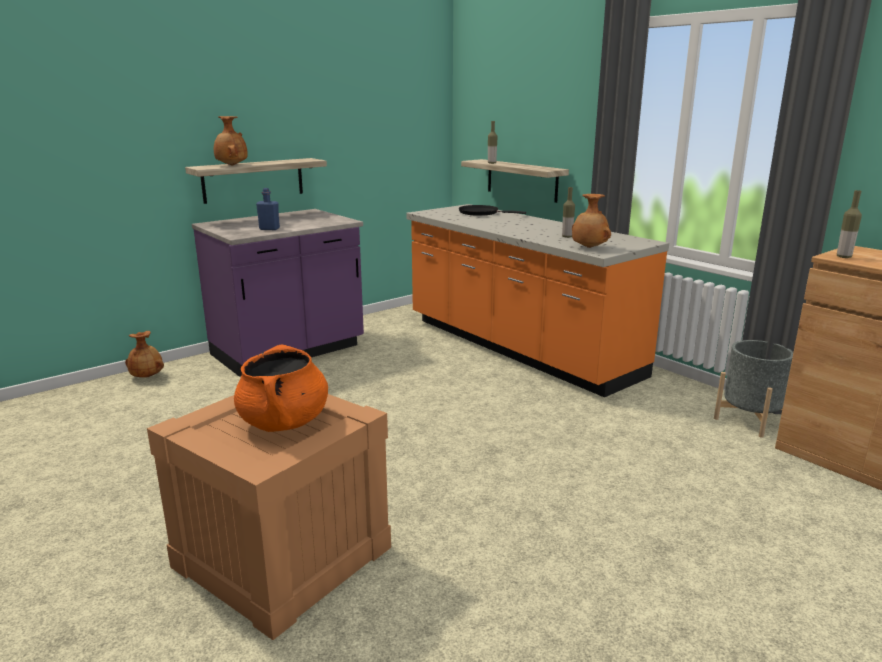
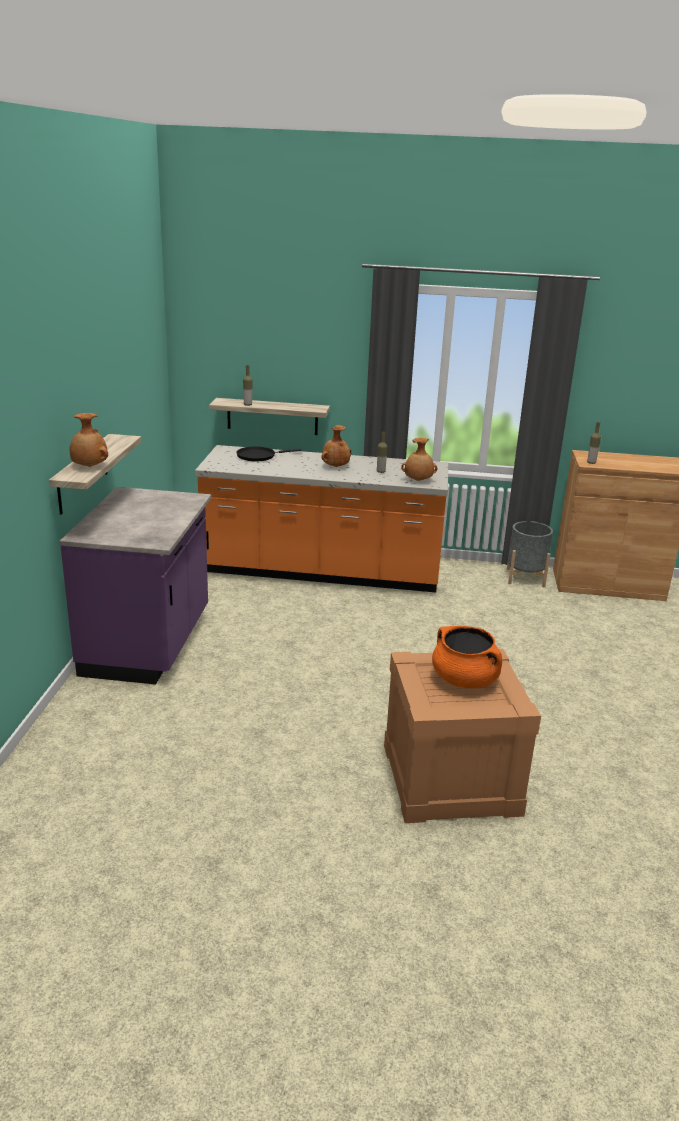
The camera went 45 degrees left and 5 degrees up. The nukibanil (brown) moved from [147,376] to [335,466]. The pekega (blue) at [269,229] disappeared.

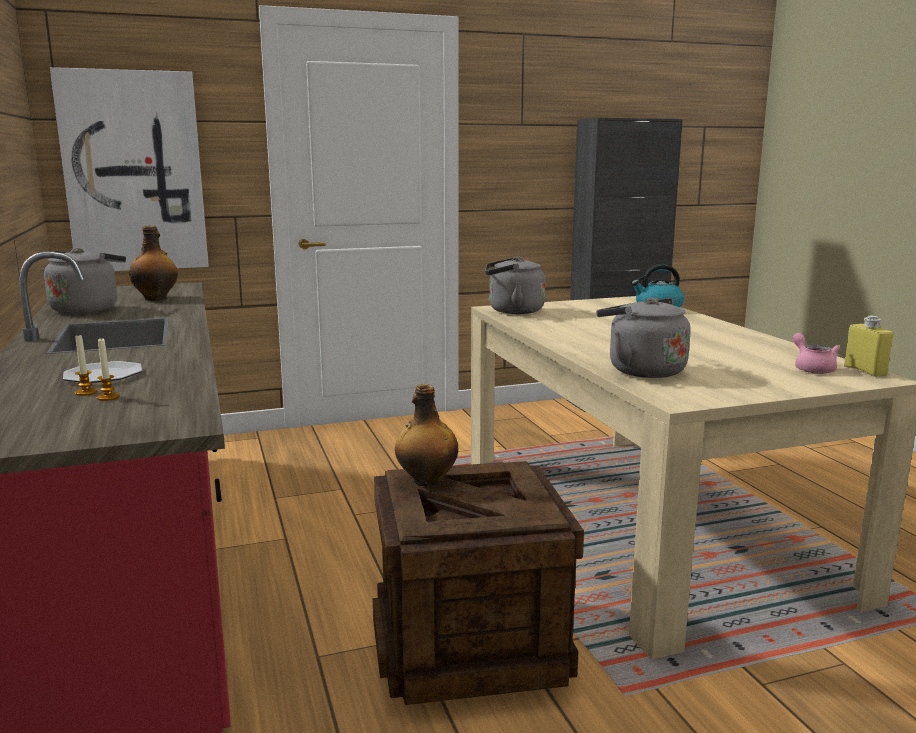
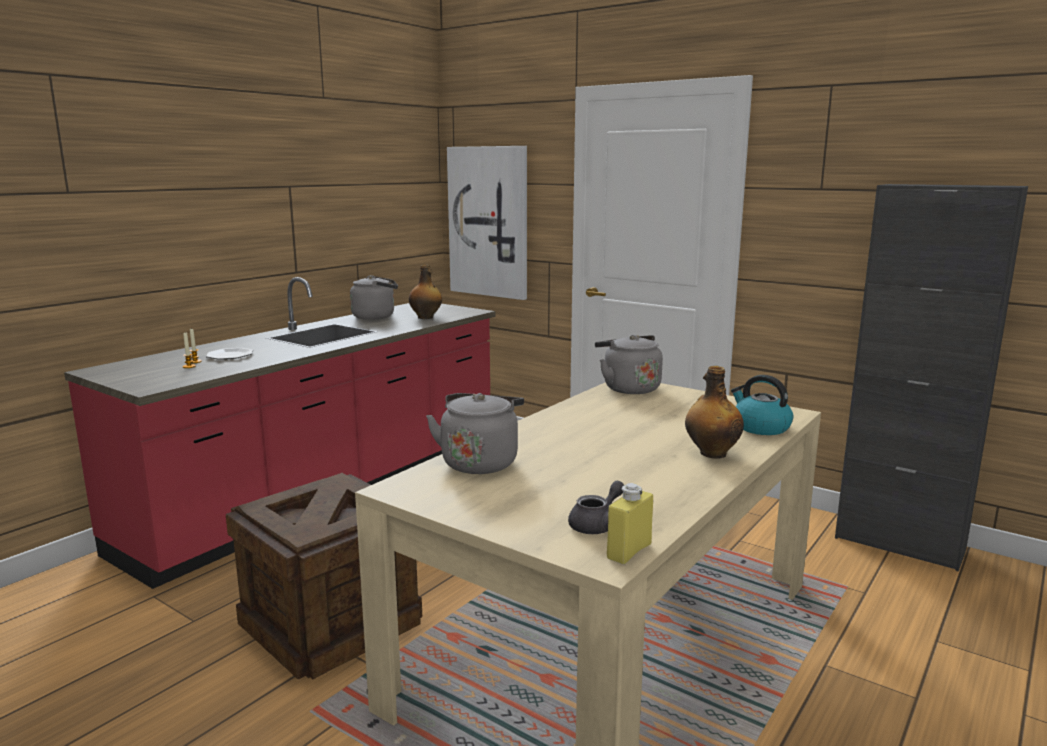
The camera went 55 degrees right and 0 degrees up. The pekega moved from [426,481] to [712,453]. The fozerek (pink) at [812,368] became the fozerek (grey) at [598,525].

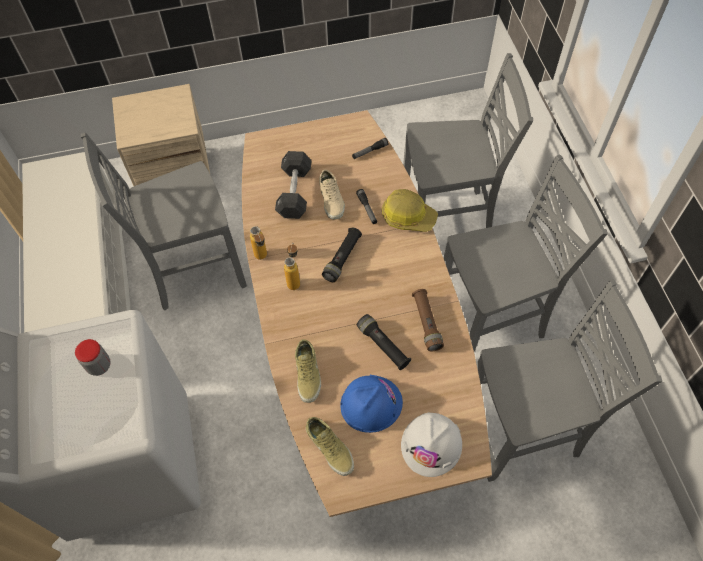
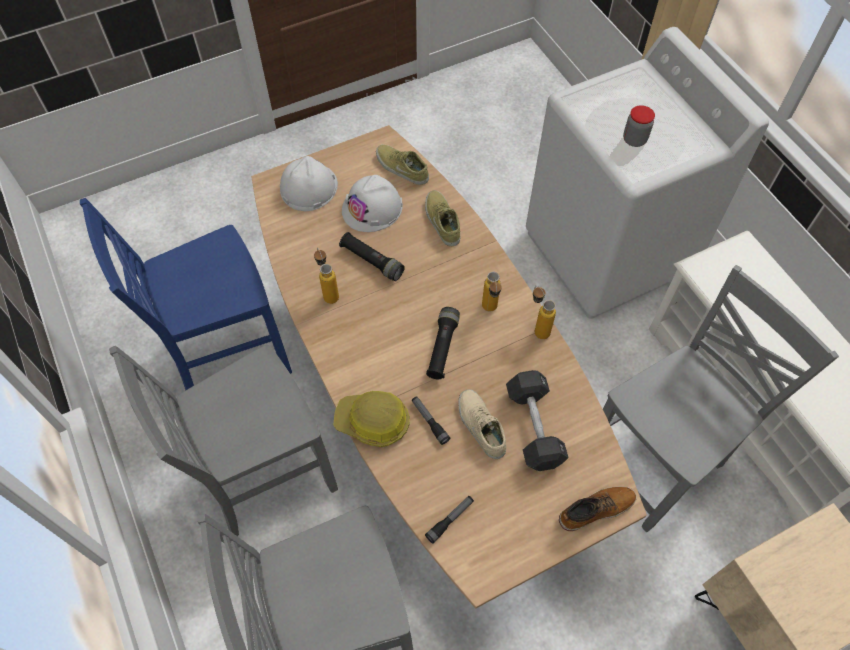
The camera went 165 degrees right and 0 degrees up. The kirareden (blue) at [371,403] became the kirareden (white) at [372,208]. The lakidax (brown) at [426,323] was replaced by the pekega at [329,293]. The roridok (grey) at [523,432] became the roridok (blue) at [225,356]. The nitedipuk at [595,509] appeared.

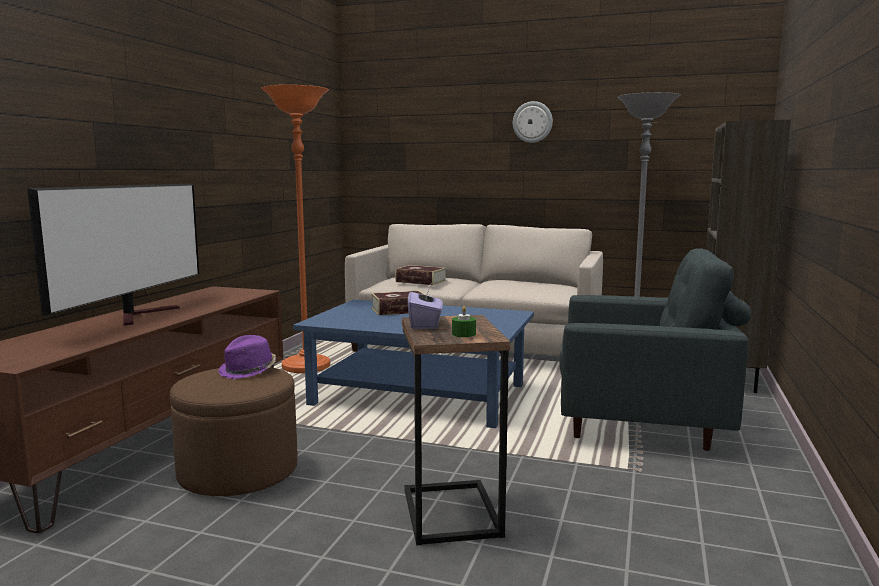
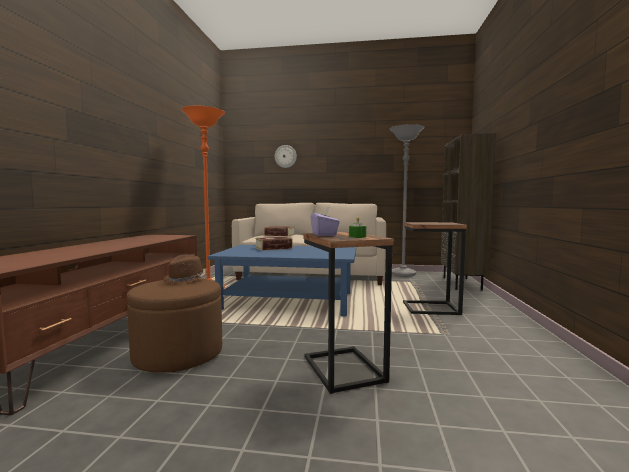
The camera went 10 degrees left and 5 degrees down. The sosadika at [141,315] disappeared. The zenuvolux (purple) at [249,371] became the zenuvolux (brown) at [186,280]. The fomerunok moved from [532,122] to [285,156]. The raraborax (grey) at [641,423] was replaced by the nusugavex at [431,308].

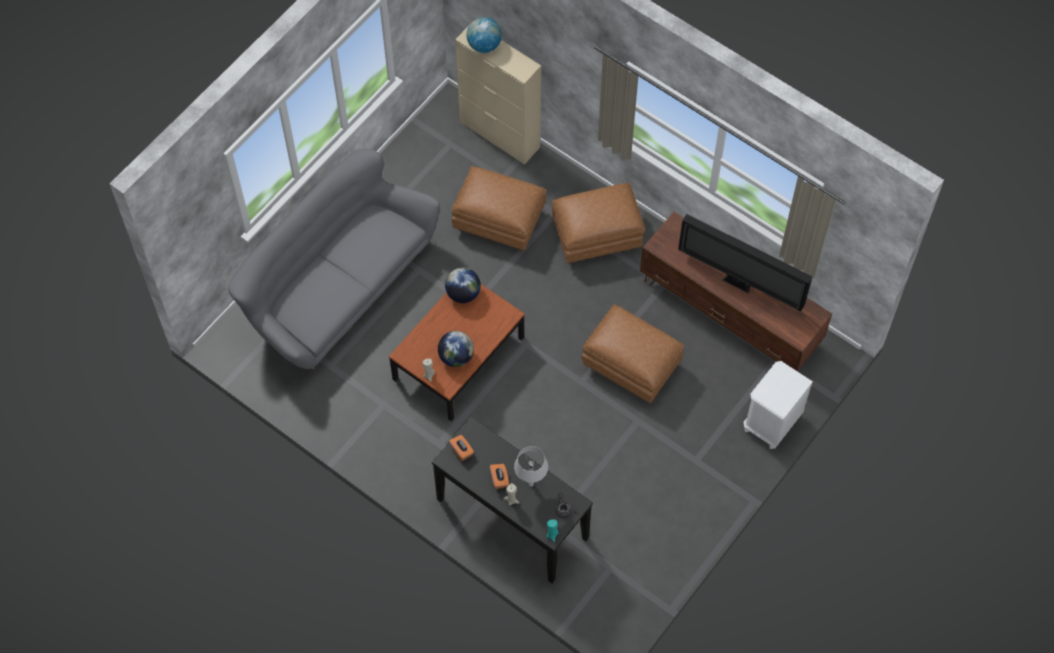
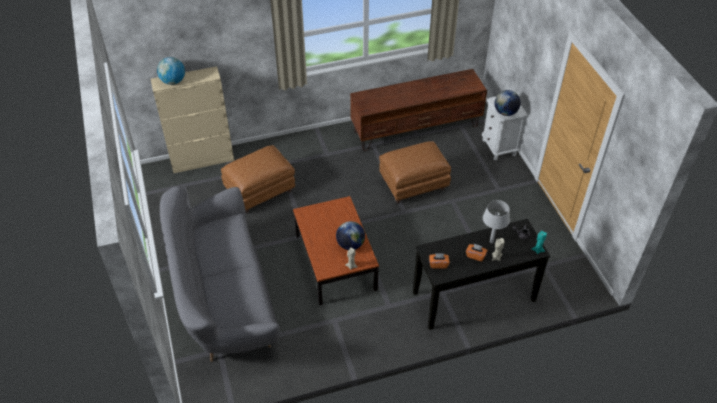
The camera went 55 degrees left and 15 degrees down. The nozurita moved from [463,293] to [505,112]. The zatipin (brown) at [597,236] disappeared. The sosadika at [739,284] disappeared.

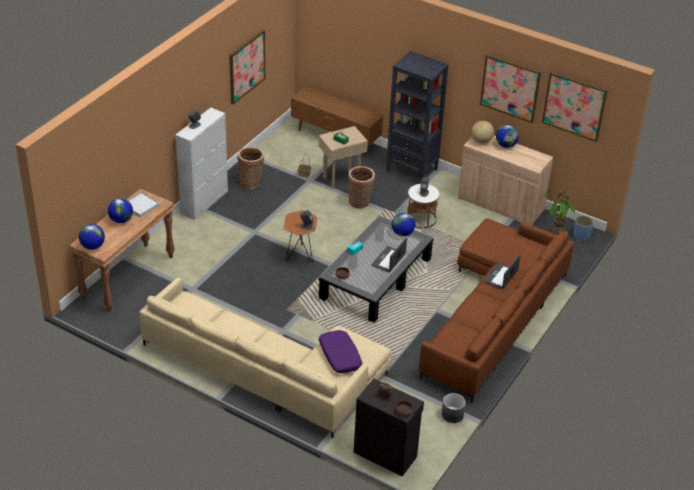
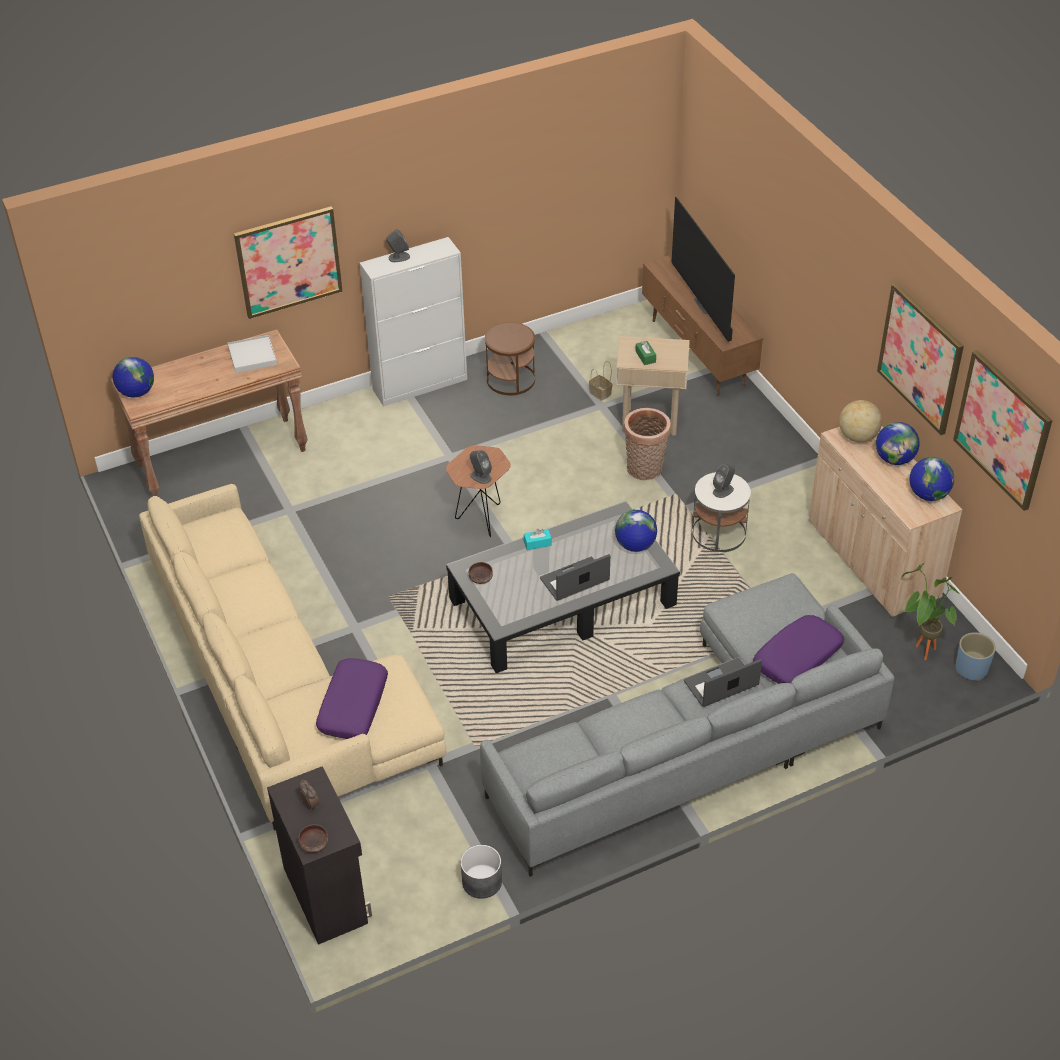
The camera went 35 degrees right and 5 degrees up. The nozurita moved from [121,220] to [928,494]. The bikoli moved from [246,66] to [288,262]. The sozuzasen at [251,183] was replaced by the nusugavex (brown) at [511,379]. The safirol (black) at [412,171] disappeared. The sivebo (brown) at [493,313] became the sivebo (grey) at [697,741]. The sosadika at [707,305] appeared. The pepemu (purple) at [798,658] appeared.

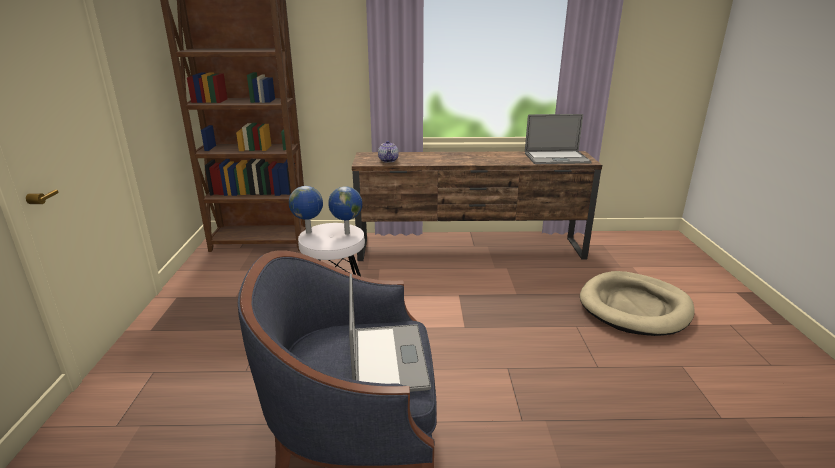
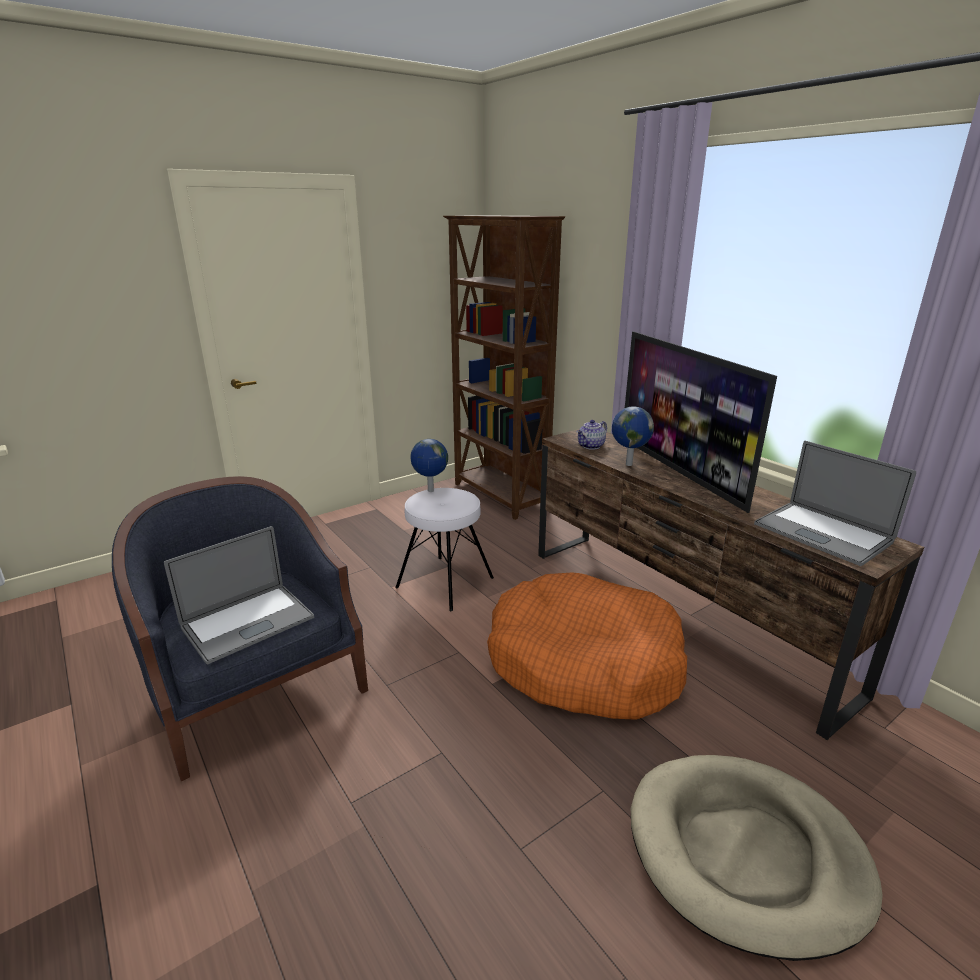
The camera went 55 degrees right and 0 degrees up. The nozurita moved from [346,233] to [628,464]. The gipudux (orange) at [583,662] appeared. The sosadika at [680,471] appeared.

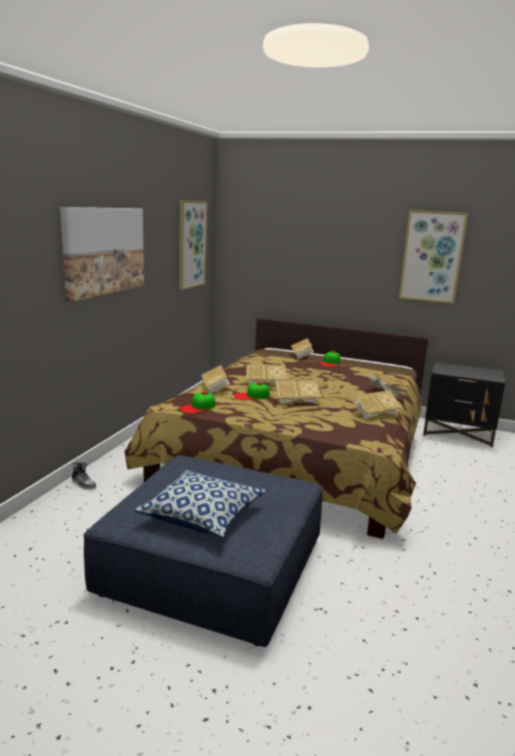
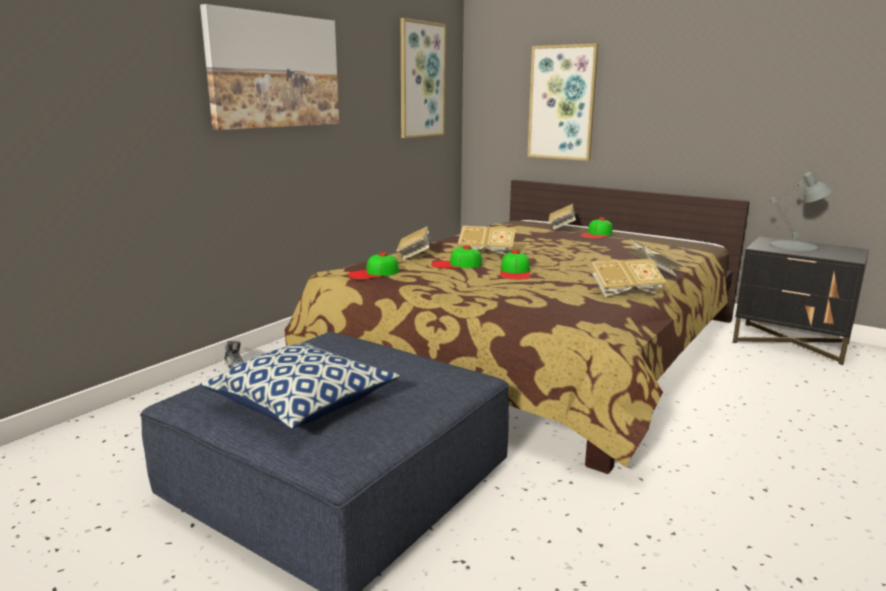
The camera went 15 degrees right and 0 degrees up. The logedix at [296,401] was replaced by the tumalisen at [515,272]. The bikoli moved from [432,257] to [562,103]. The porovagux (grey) at [794,246] appeared.

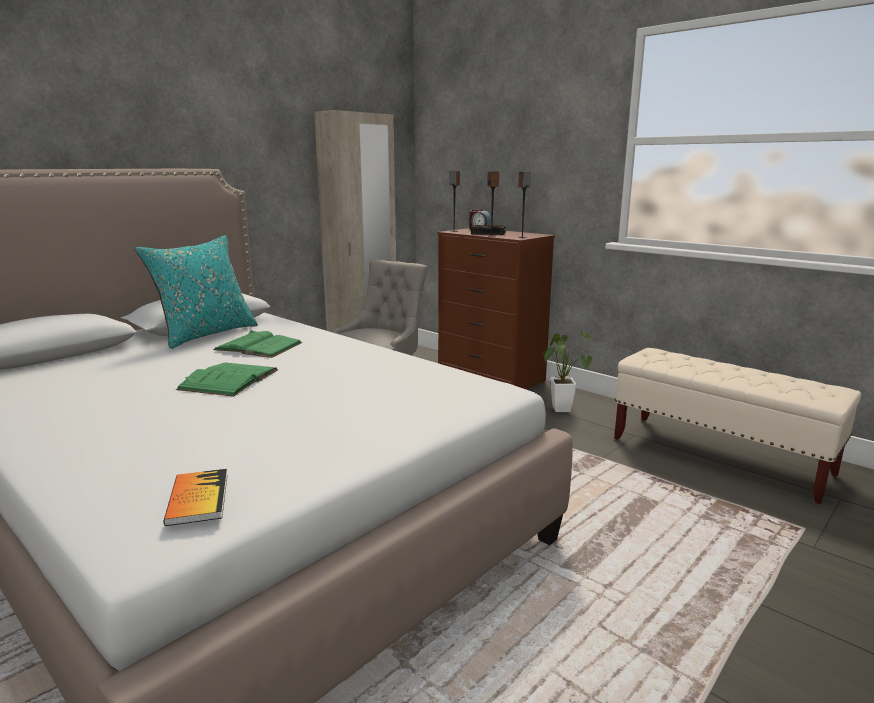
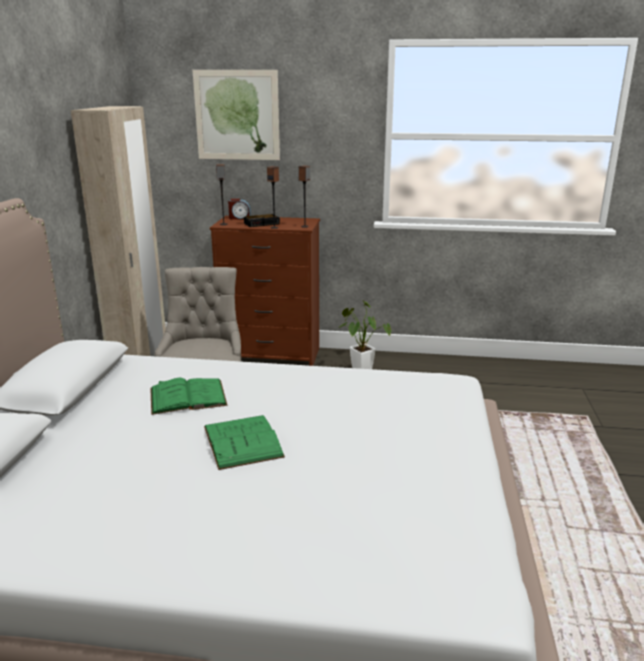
The camera went 35 degrees left and 5 degrees up. The pepemu (turquoise) at [205,334] disappeared. The logedix at [198,498] disappeared. The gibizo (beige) at [719,456] disappeared. The bikoli at [237,115] appeared.

